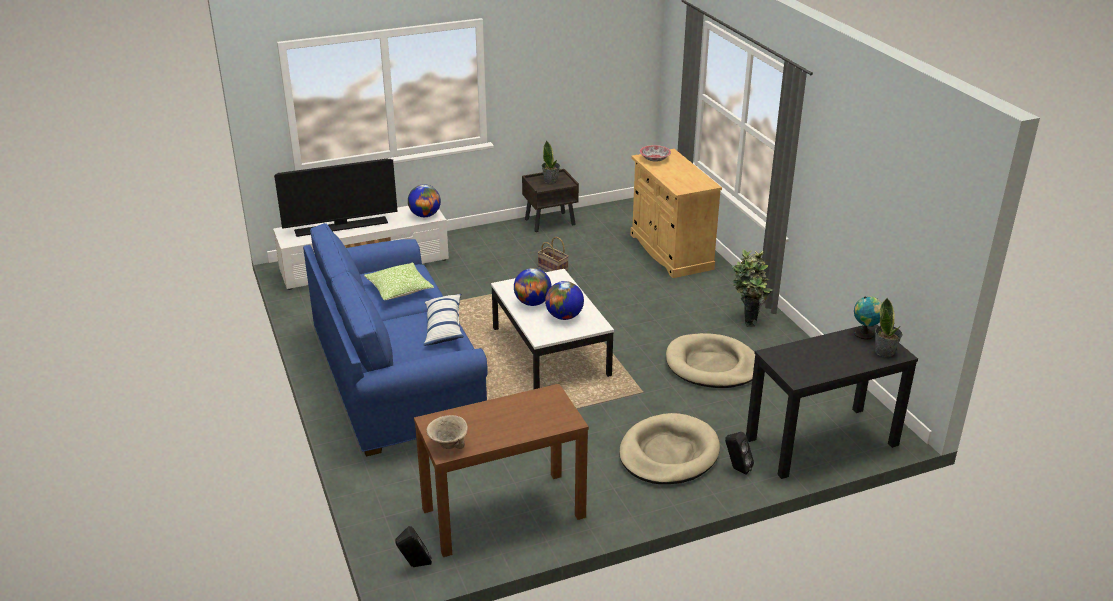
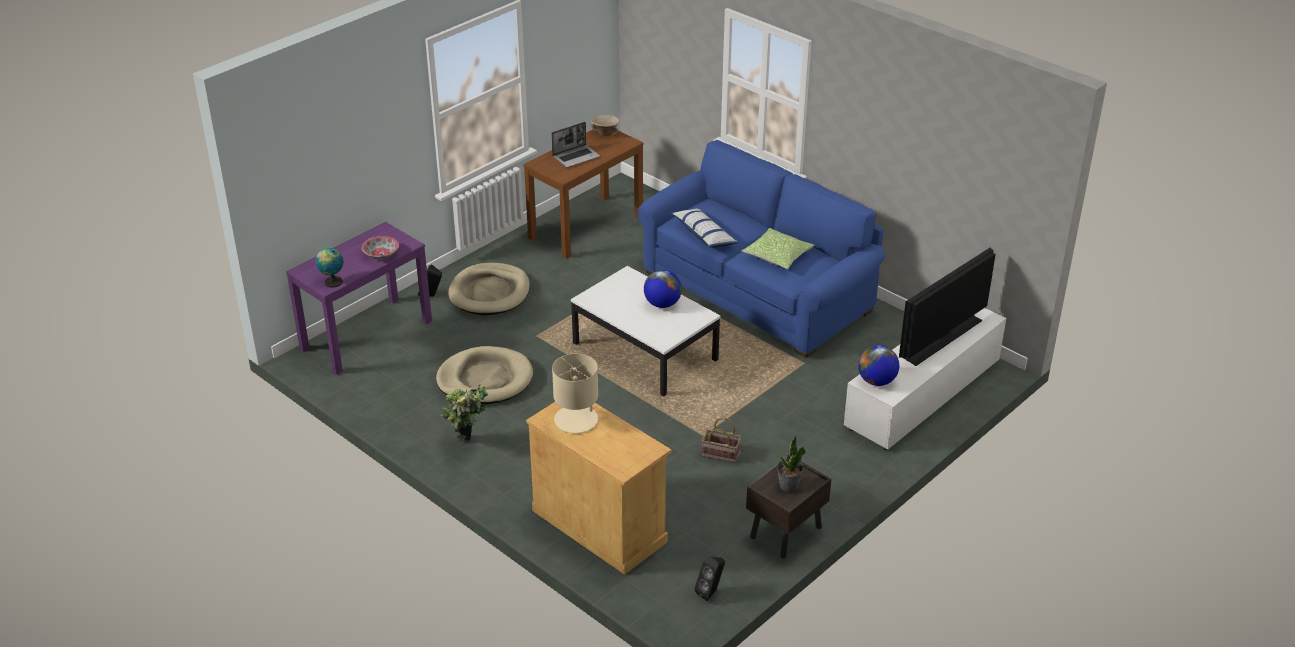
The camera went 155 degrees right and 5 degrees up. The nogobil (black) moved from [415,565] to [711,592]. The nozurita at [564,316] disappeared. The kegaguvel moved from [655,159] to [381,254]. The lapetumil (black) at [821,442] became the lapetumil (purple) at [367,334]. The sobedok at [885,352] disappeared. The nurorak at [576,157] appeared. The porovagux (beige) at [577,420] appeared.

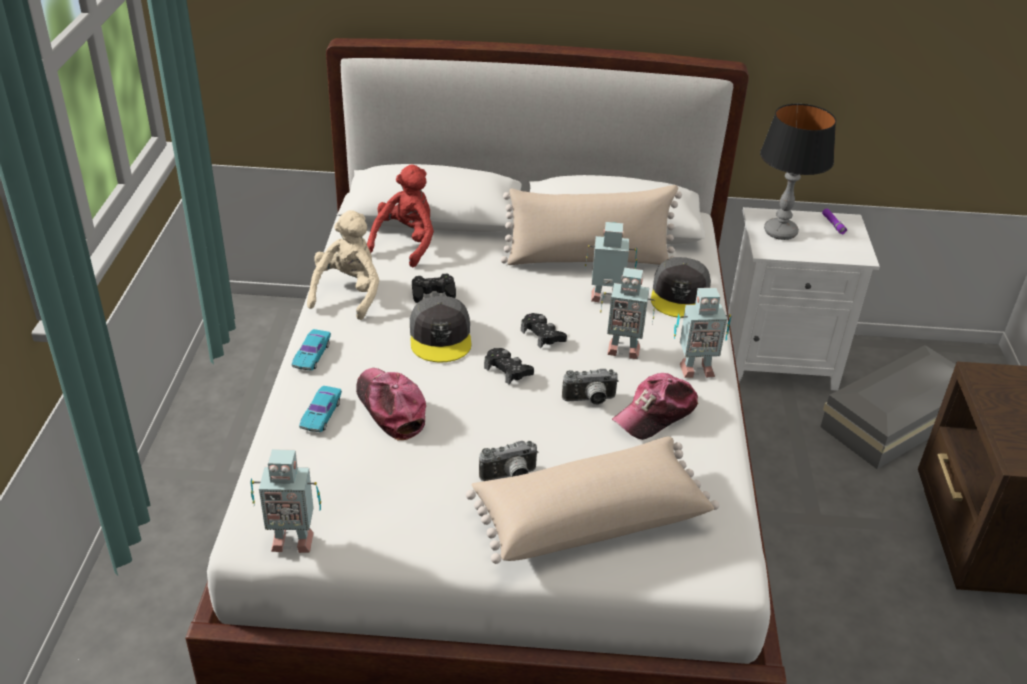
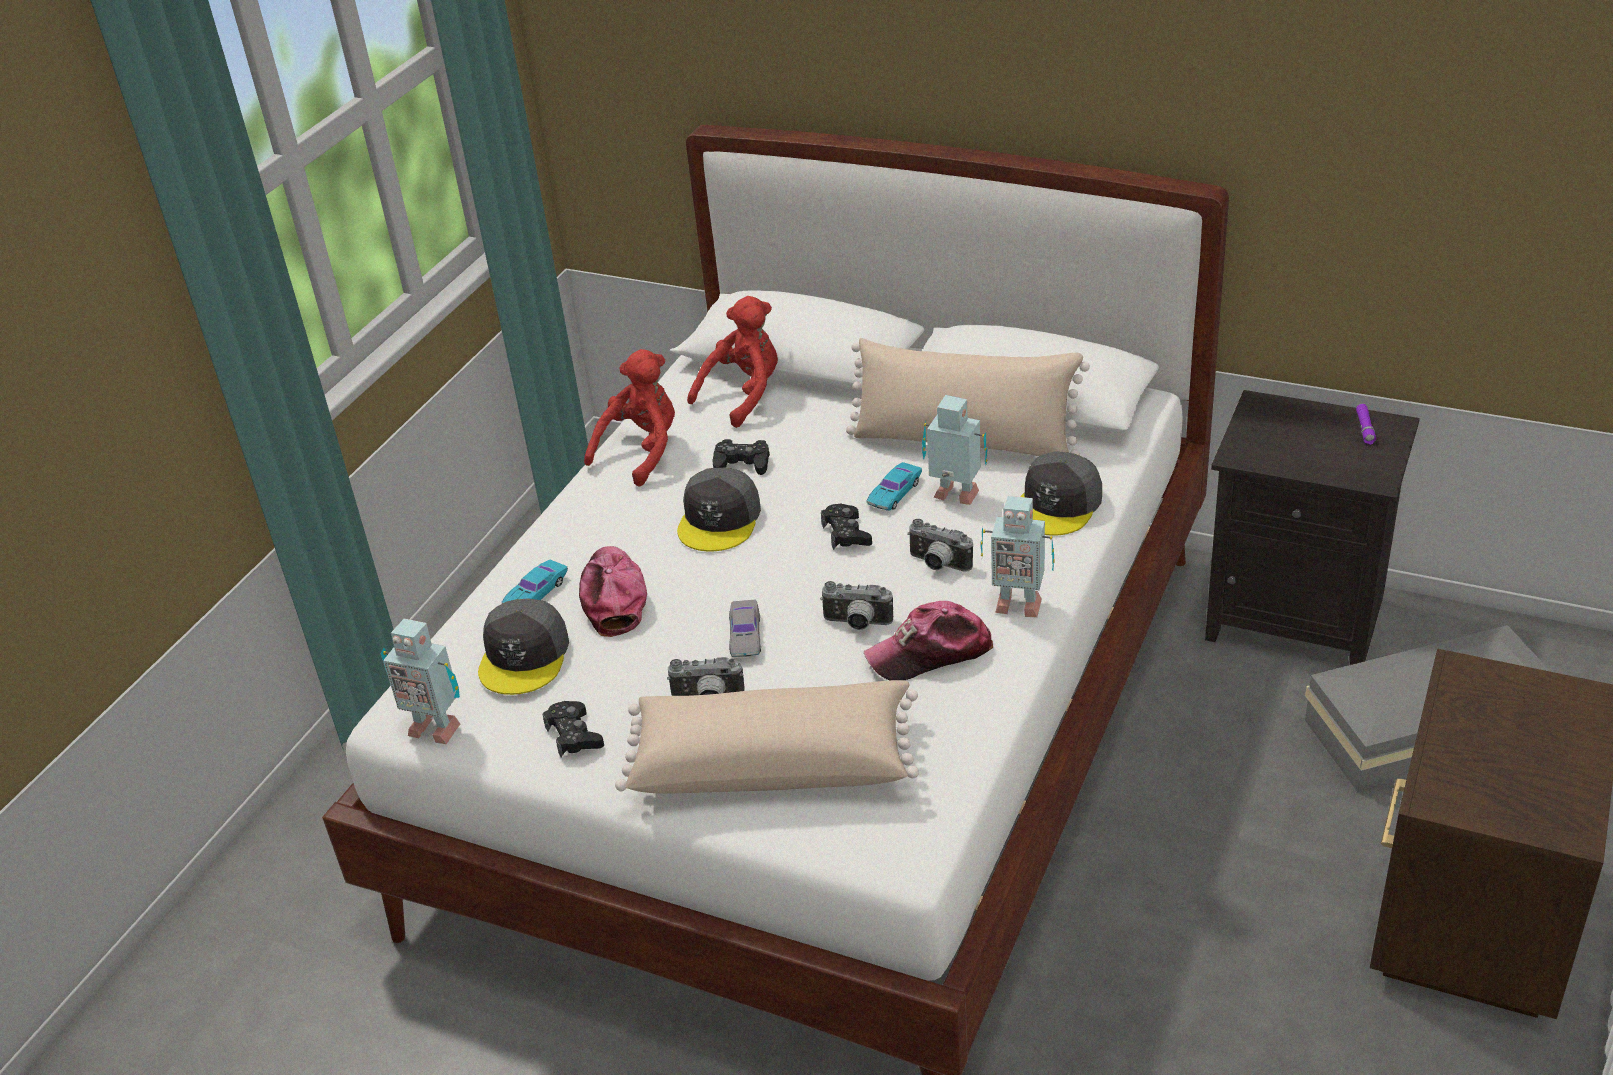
The camera went 25 degrees right and 0 degrees up. The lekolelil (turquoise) moved from [312,354] to [895,492]. The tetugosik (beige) at [348,293] became the tetugosik (red) at [642,452]. The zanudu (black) moved from [508,370] to [574,735]. The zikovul at [622,349] was replaced by the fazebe at [937,565]. The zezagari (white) at [780,359] became the zezagari (black) at [1298,617]. The porovagux at [780,232] disappeared. The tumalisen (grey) at [525,656] appeared. The lekolelil (grey) at [745,634] appeared.

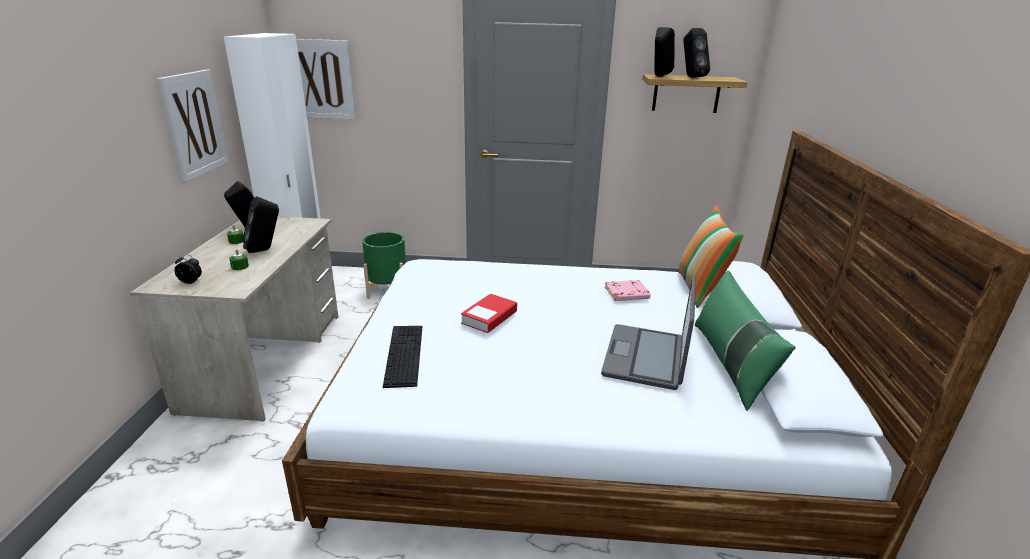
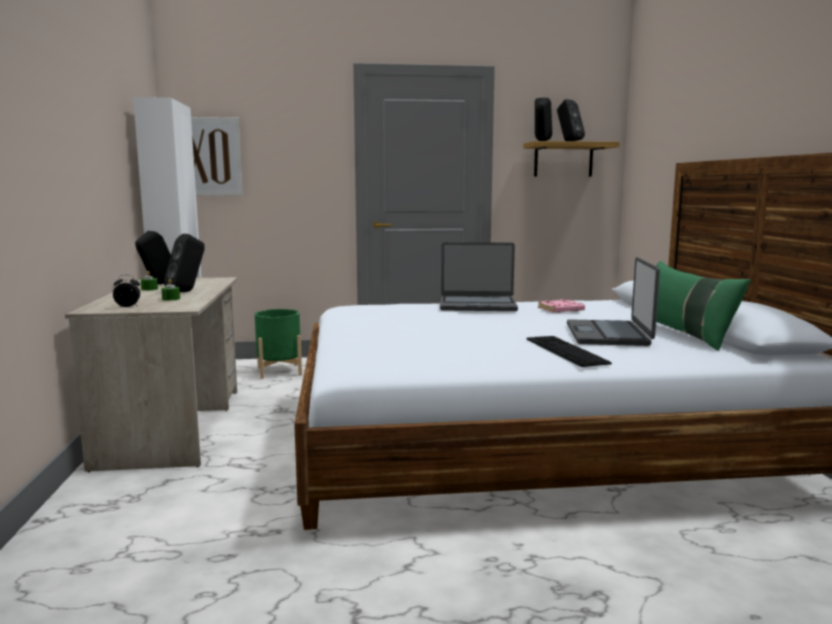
The camera went 10 degrees left and 15 degrees down. The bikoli at [194,124] disappeared. The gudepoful moved from [404,354] to [565,351]. The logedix at [489,317] disappeared. The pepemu at [700,289] disappeared. The nurorak at [477,305] appeared.

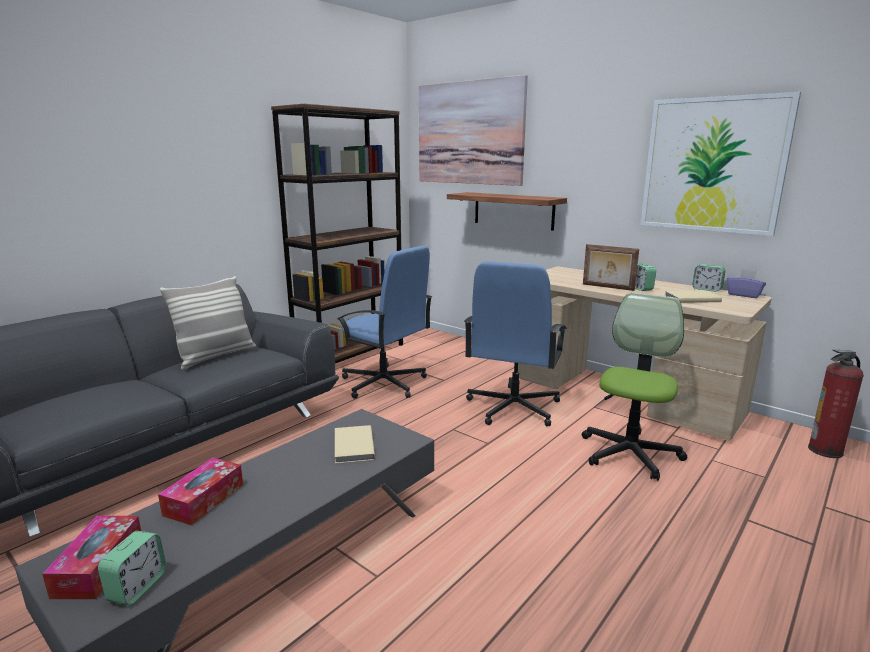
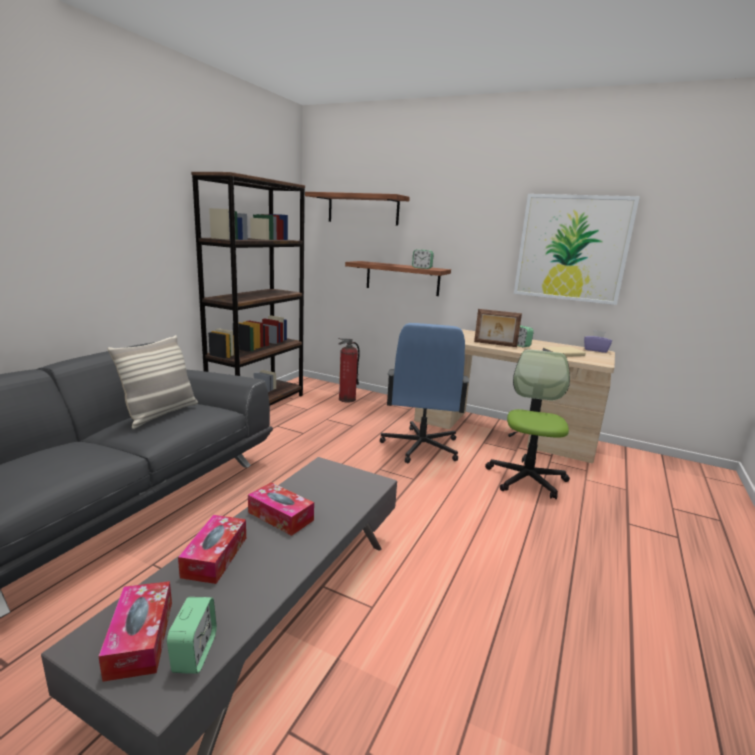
The camera went 15 degrees left and 0 degrees up. The logedix (beige) at [352,446] disappeared. The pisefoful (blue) at [384,383] disappeared. The bikoli at [469,133] was replaced by the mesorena at [363,209]. The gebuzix moved from [707,289] to [422,268]. The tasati moved from [825,450] to [347,399]. The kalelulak at [280,516] appeared.

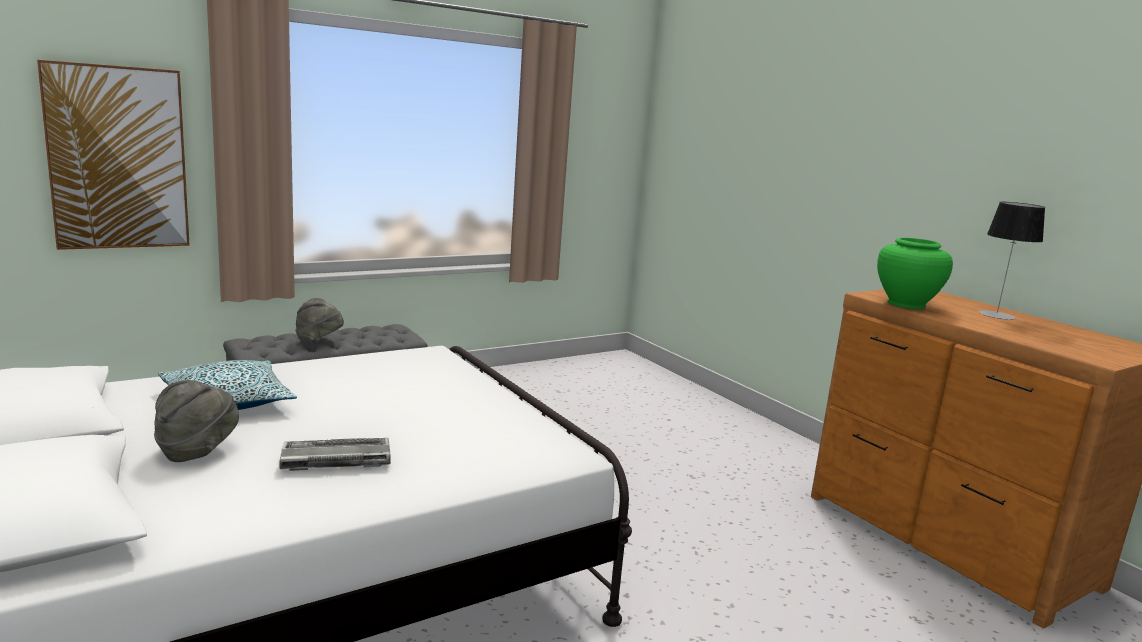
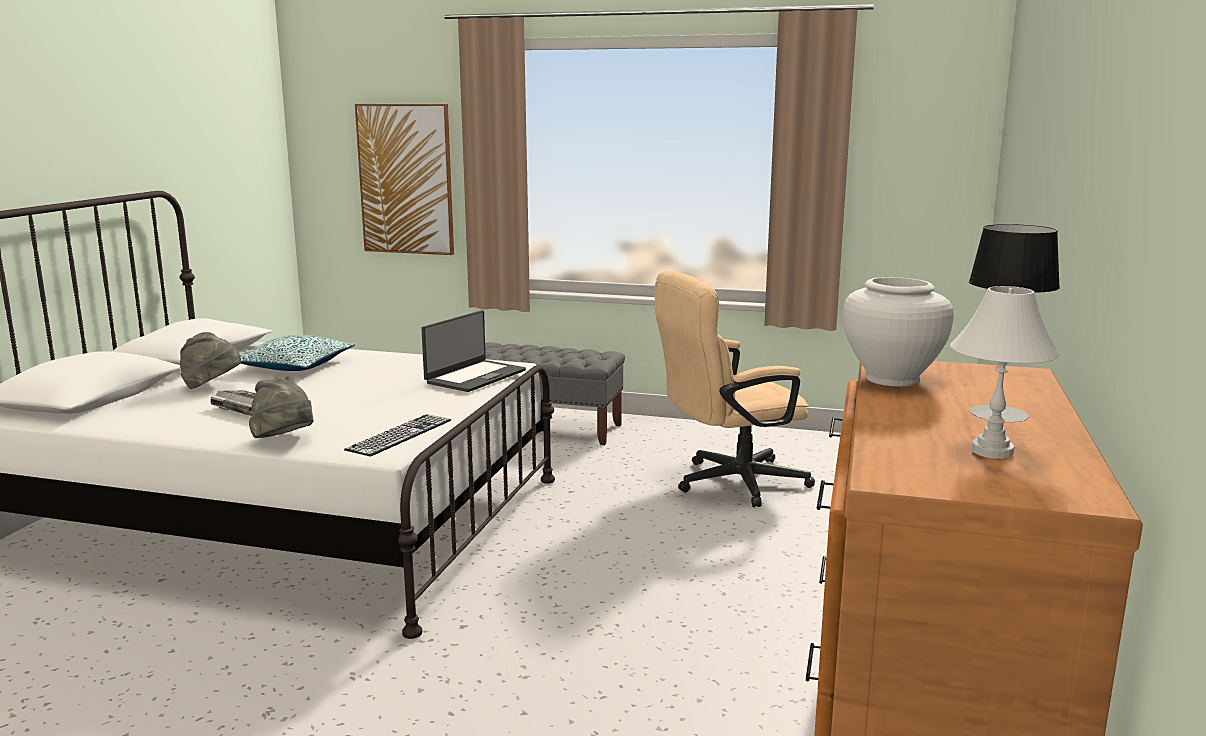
The camera went 50 degrees right and 0 degrees up. The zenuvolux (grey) moved from [319,342] to [285,441]. The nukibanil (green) at [906,304] became the nukibanil (white) at [892,379]. The gudepoful at [400,435] appeared. The nurorak at [475,376] appeared. The pisefoful (beige) at [729,483] appeared. The porovagux (white) at [991,451] appeared.

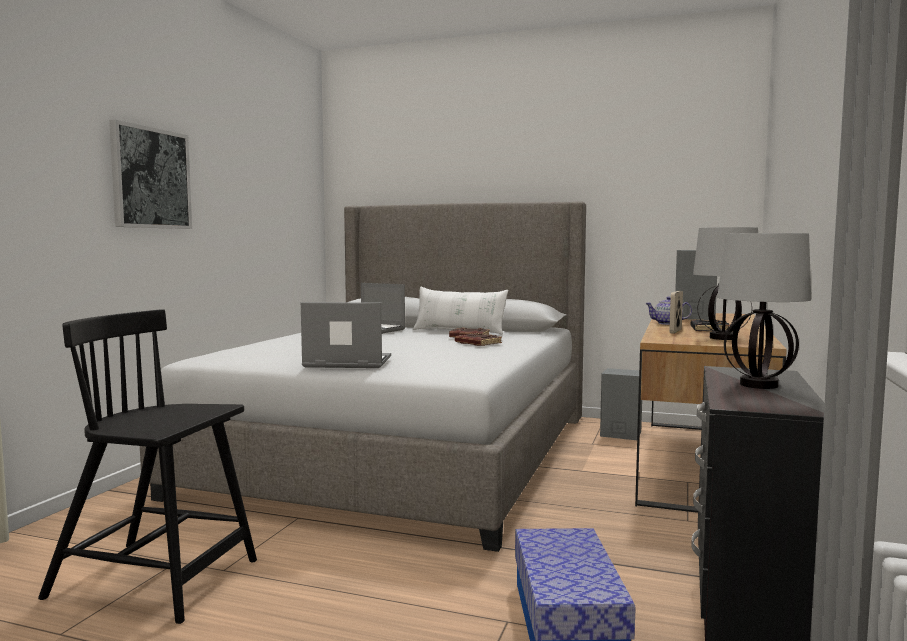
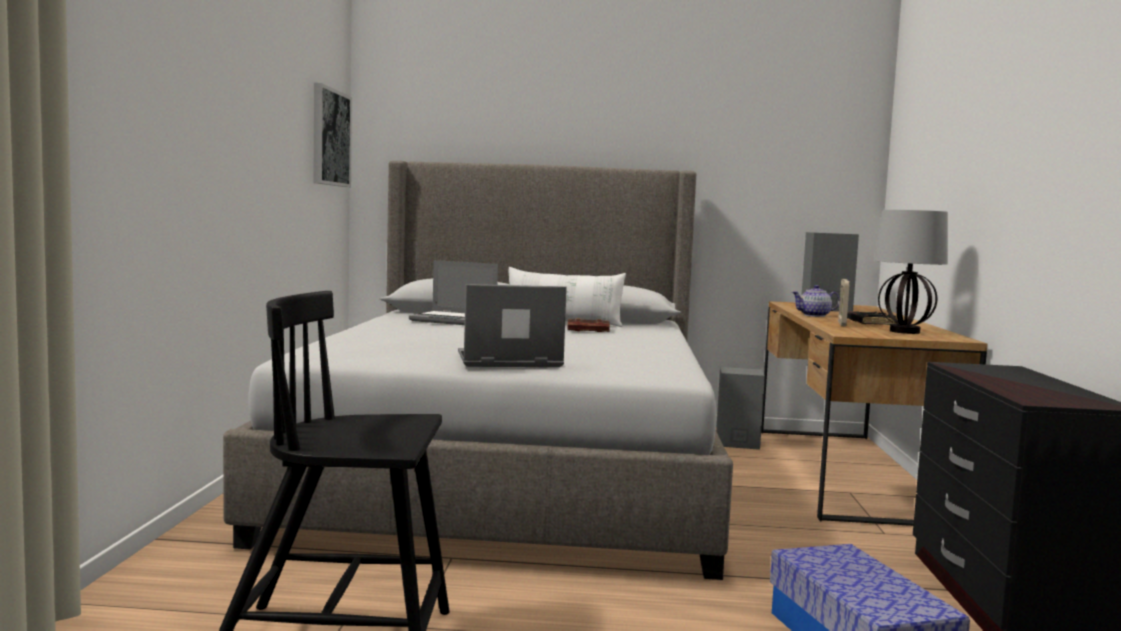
The camera went 15 degrees left and 0 degrees up. The bikoli moved from [150,178] to [330,137]. The logedix (brown) at [477,343] disappeared. The porovagux at [758,385] disappeared.

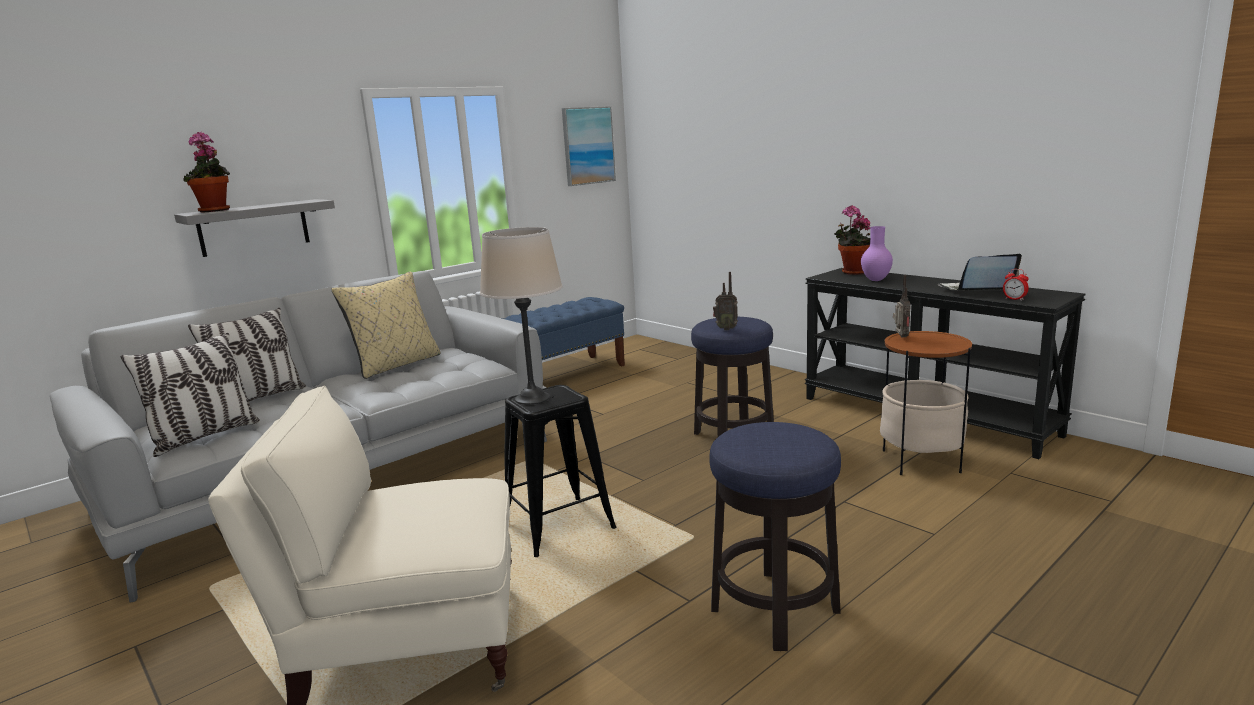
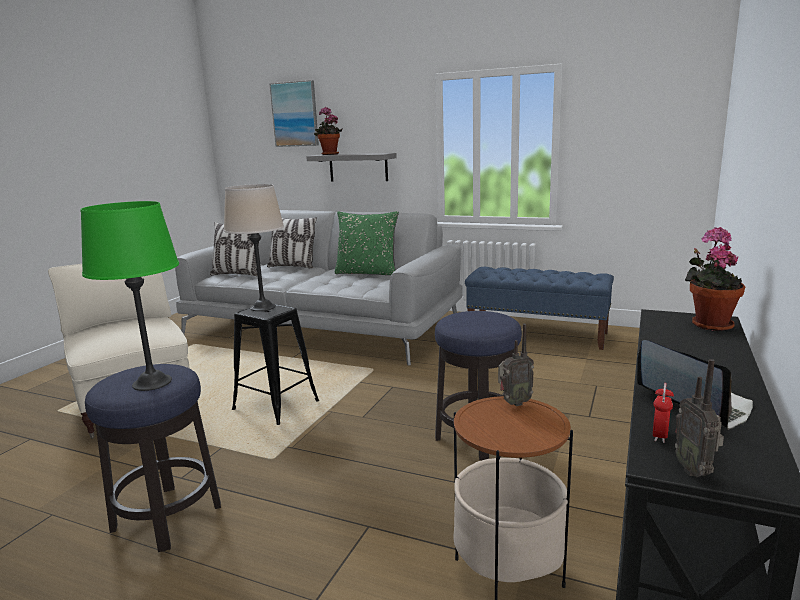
The camera went 65 degrees right and 0 degrees up. The pepemu (beige) at [396,365] became the pepemu (green) at [367,273]. The bikoli moved from [588,146] to [295,114]. The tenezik moved from [726,329] to [695,470]. The nukibanil (purple) at [875,280] disappeared. The porovagux (green) at [152,382] appeared.

